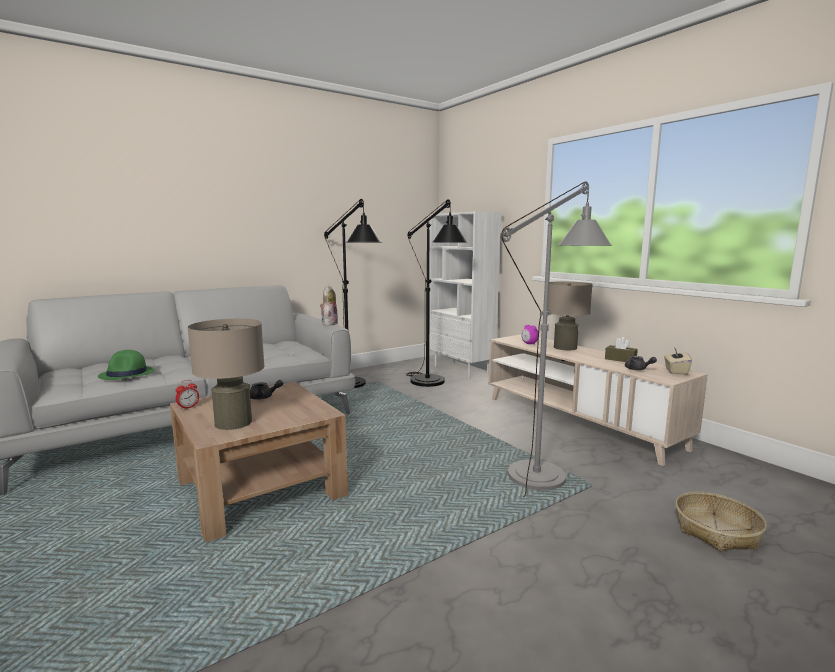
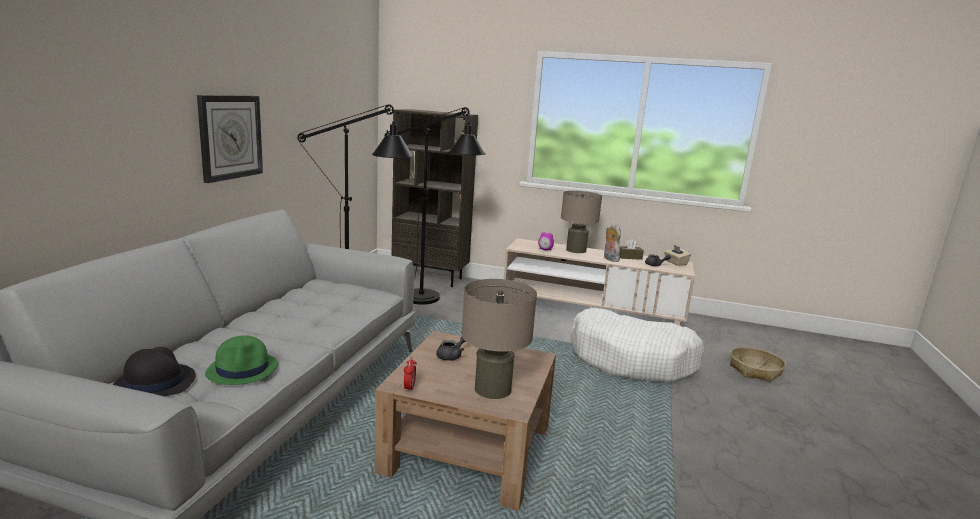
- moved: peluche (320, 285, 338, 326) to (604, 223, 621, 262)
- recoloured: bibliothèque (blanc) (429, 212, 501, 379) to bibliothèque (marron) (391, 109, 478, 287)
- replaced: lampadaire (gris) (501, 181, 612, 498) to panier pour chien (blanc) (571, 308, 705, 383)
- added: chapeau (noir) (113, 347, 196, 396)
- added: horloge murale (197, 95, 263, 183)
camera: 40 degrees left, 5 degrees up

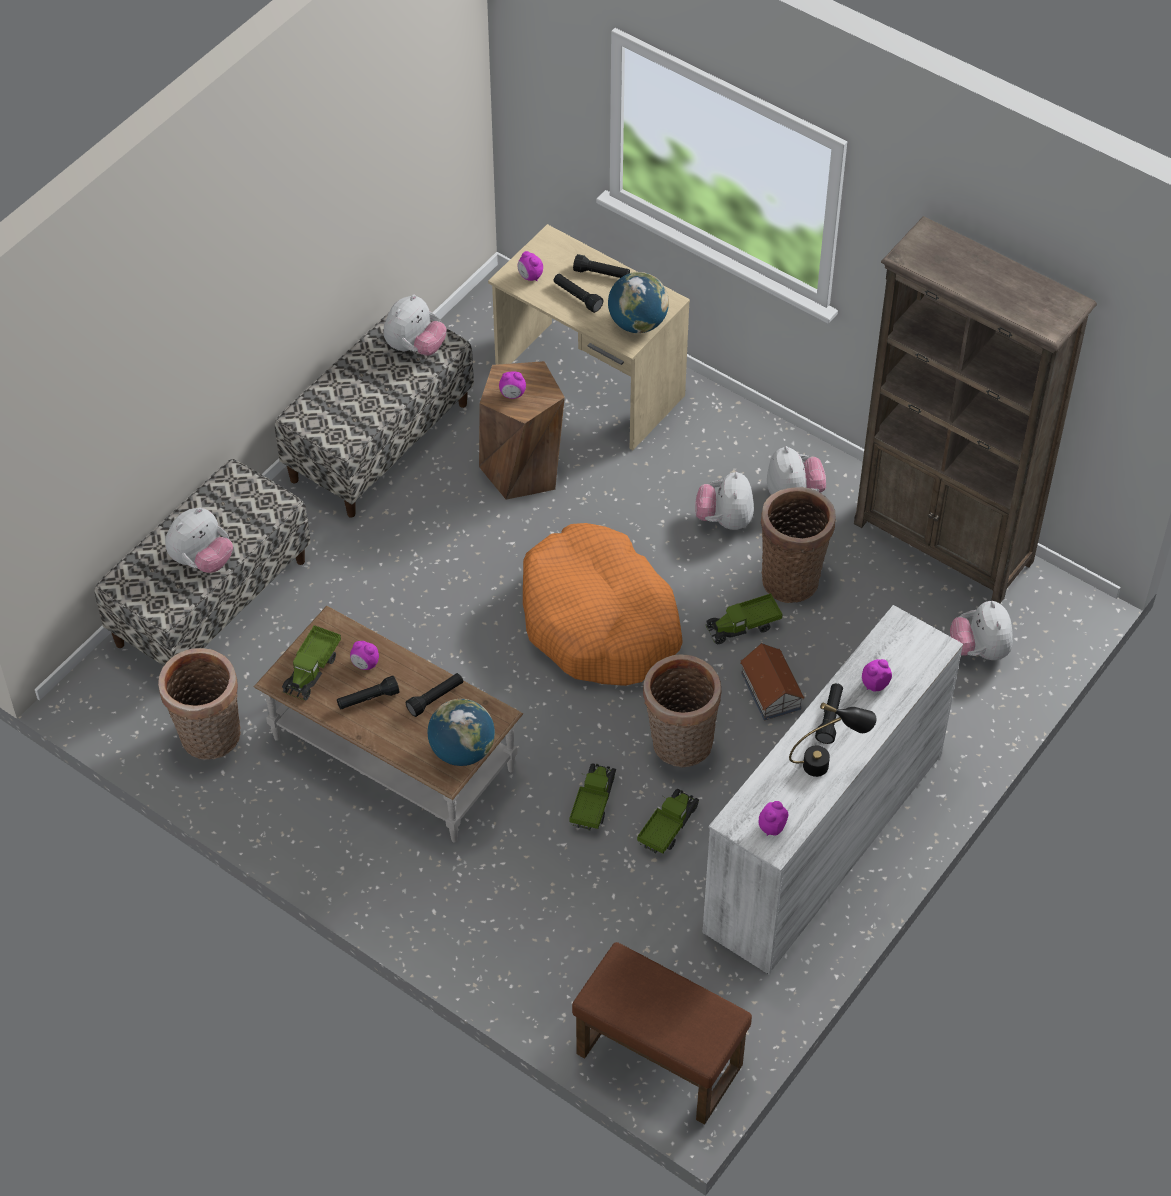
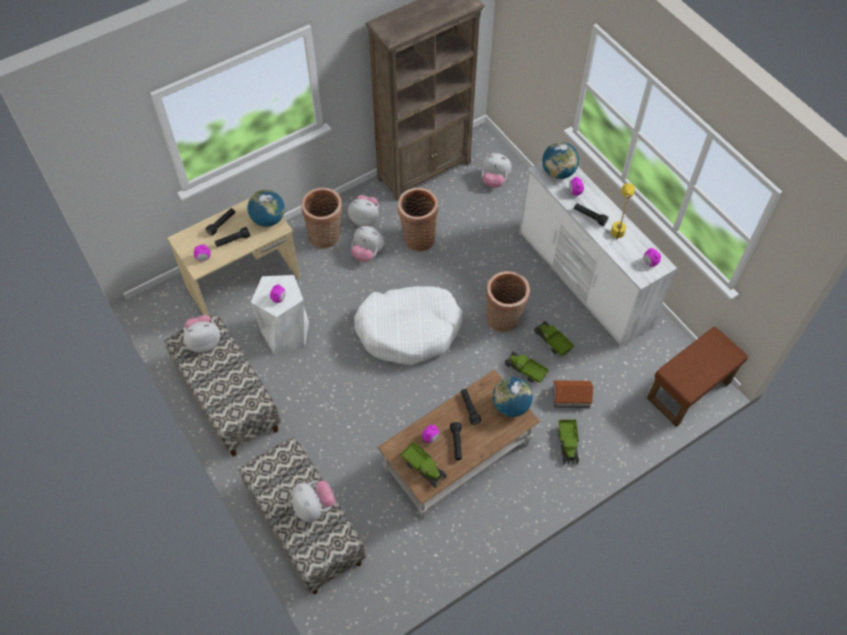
- moved: panier (158, 648, 241, 760) to (301, 188, 342, 249)
- turned: peluche (384, 294, 447, 356) = (183, 315, 220, 353) 75 degrees counterclockwise
- recoloured: tabouret (marron) (479, 361, 565, 500) to tabouret (blanc) (251, 275, 309, 354)
- recoloured: panier pour chien (orange) (523, 523, 682, 686) to panier pour chien (blanc) (354, 286, 462, 365)
- moved: camion jouet (705, 593, 783, 644) to (558, 419, 581, 464)
- moved: maison miniature (740, 643, 804, 721) to (553, 380, 593, 408)
- recoloured: lampe de table (noir) (789, 702, 876, 777) to lampe de table (jaune) (611, 183, 635, 239)
- added: globe (542, 142, 579, 179)
camera: 70 degrees left, 5 degrees up

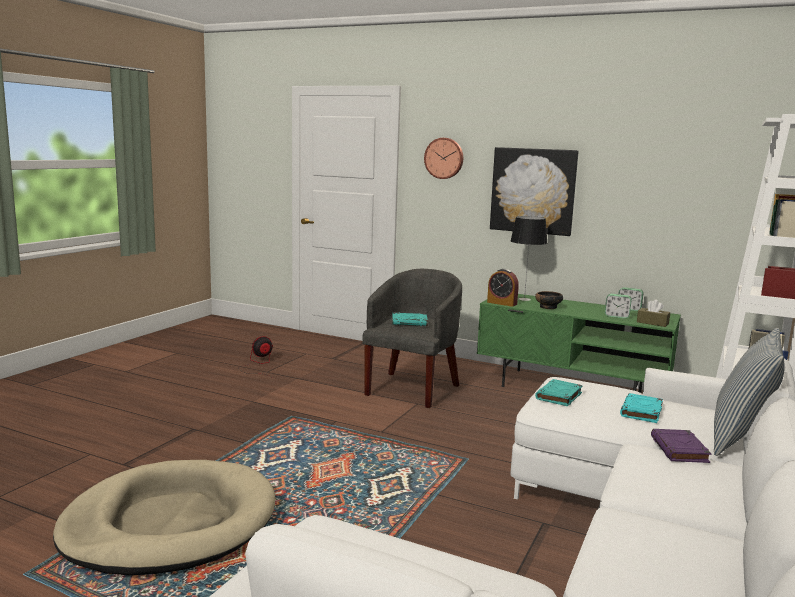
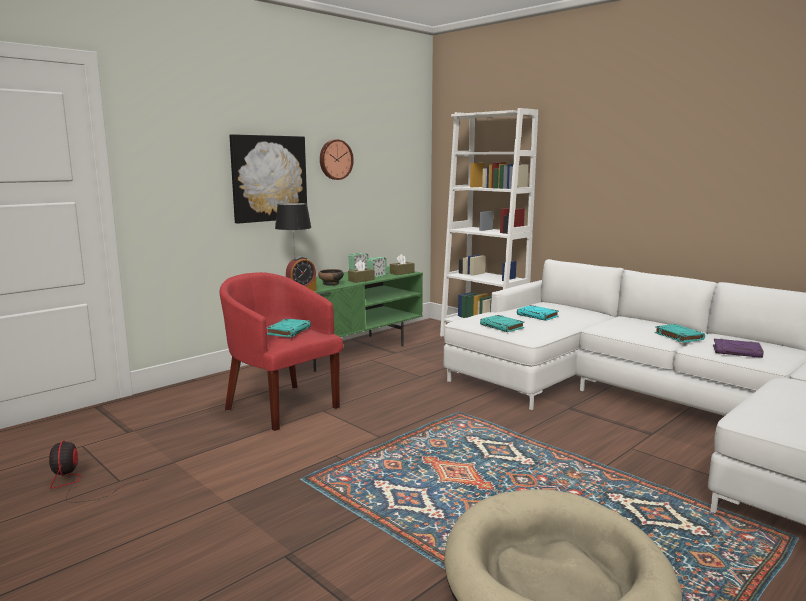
- recoloured: fauteuil (gris) (362, 269, 462, 408) to fauteuil (rouge) (220, 272, 343, 431)
- moved: horloge murale (424, 138, 463, 179) to (320, 139, 354, 180)
- moved: livre (violet) (651, 429, 711, 463) to (713, 338, 764, 358)
- removed: coussin (714, 328, 785, 456)
- added: boîte à mouchoirs (marron) (348, 260, 374, 283)
- added: livre (turquoise) (655, 324, 705, 343)
camera: 70 degrees left, 0 degrees up

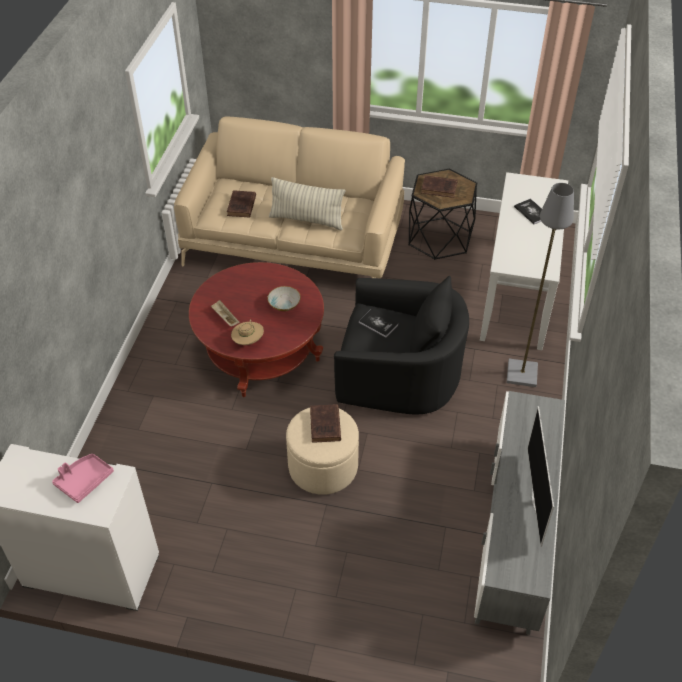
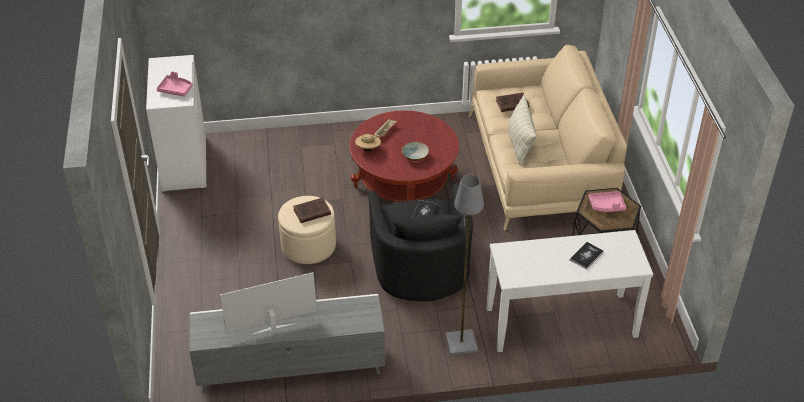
- replaced: livre (marron) (421, 175, 458, 198) to plateau (rose) (589, 191, 626, 212)
camera: 70 degrees right, 5 degrees down

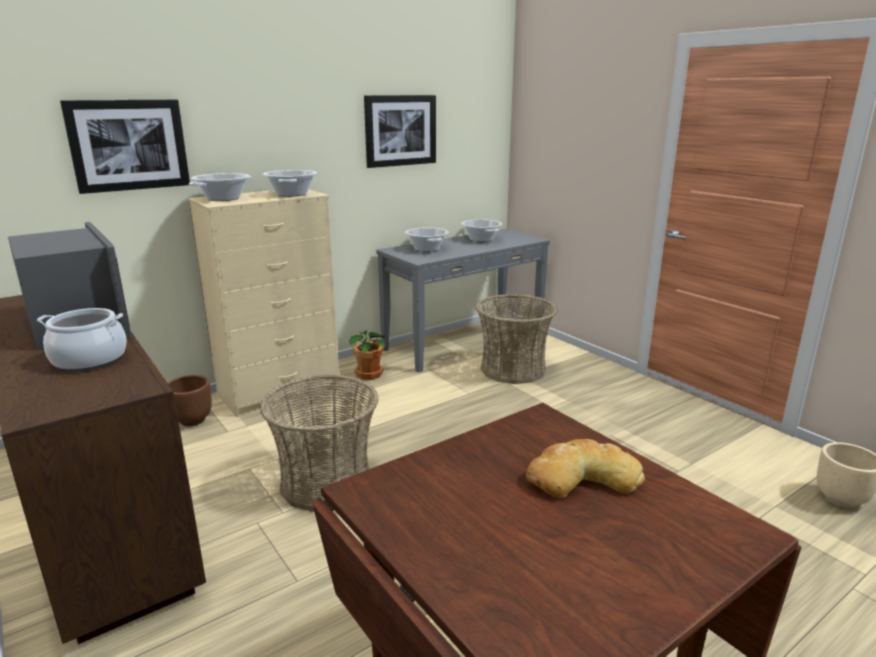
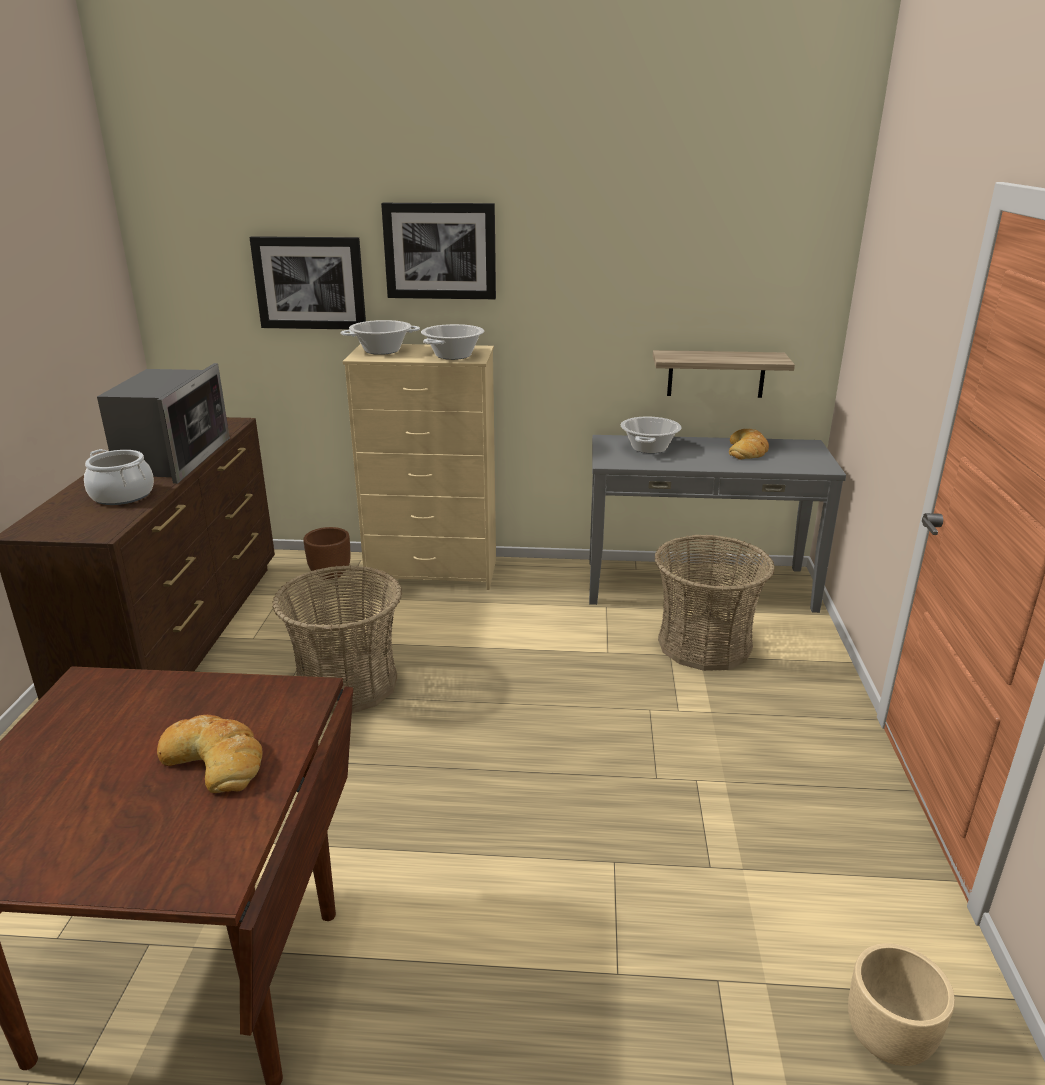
- removed: plante en pot (349, 330, 385, 380)
- moved: tableau (364, 95, 436, 168) to (381, 203, 496, 299)
- replaced: marmite (461, 219, 503, 242) to pain (729, 429, 769, 459)
- added: étagère (653, 350, 795, 398)
camera: 40 degrees right, 5 degrees up

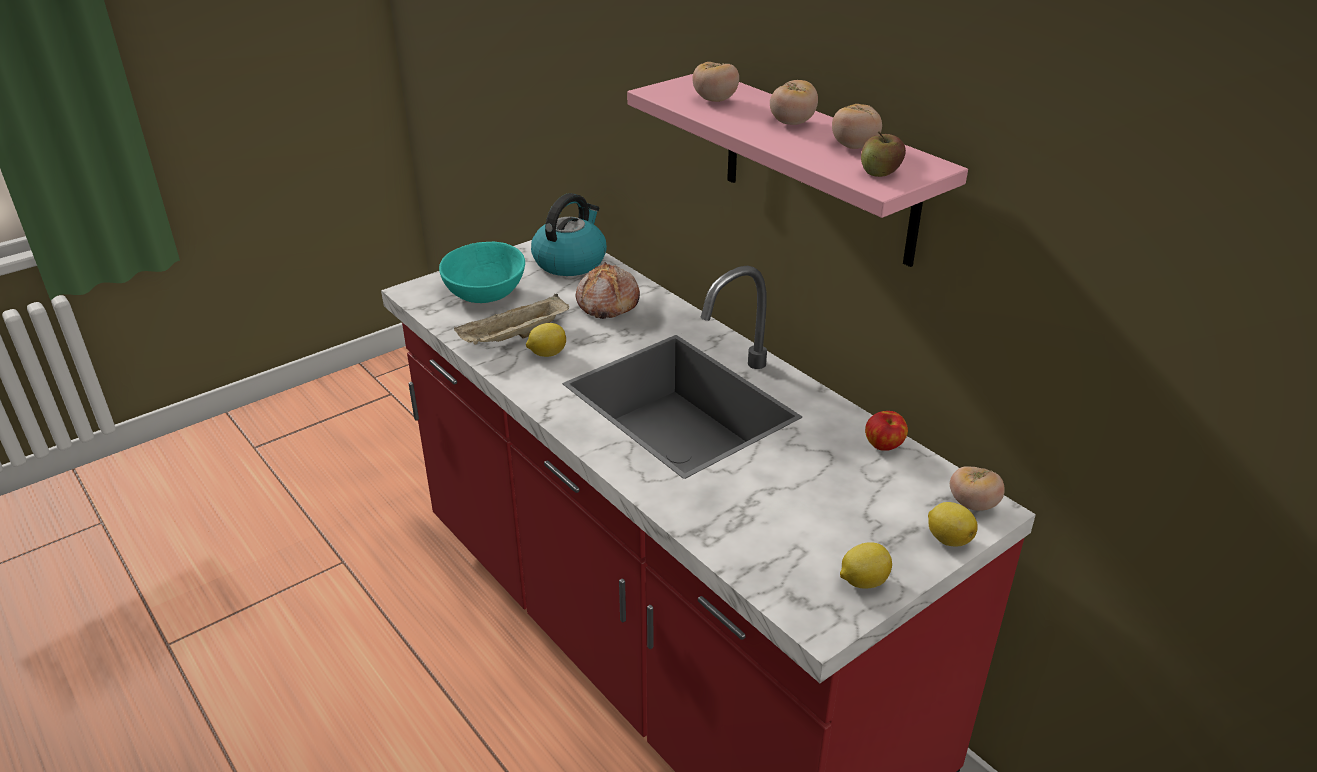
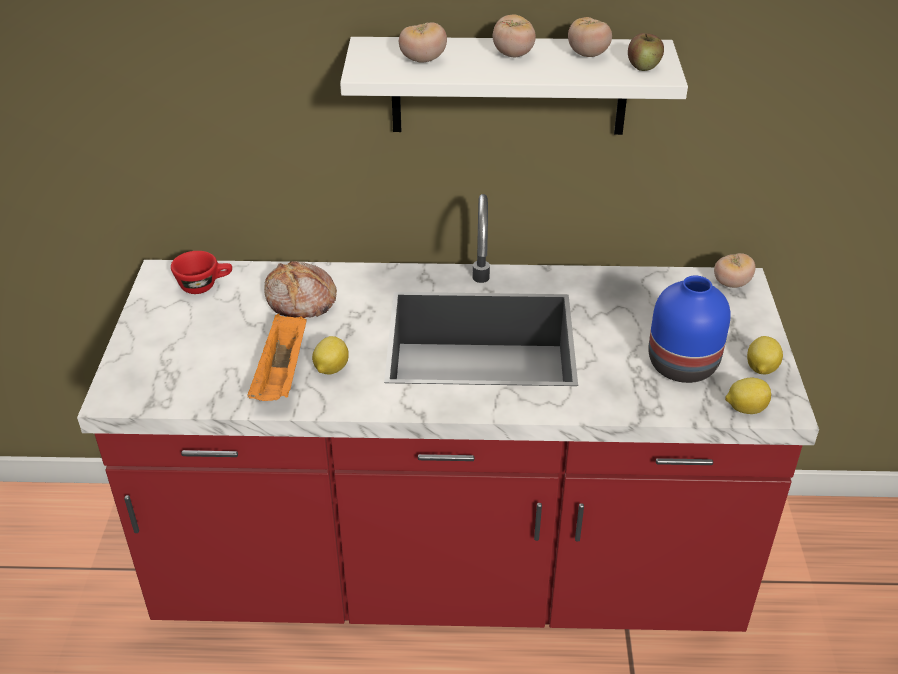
- removed: bol (turquoise) (439, 241, 525, 303)
- recoloured: plateau (beige) (454, 294, 569, 345) to plateau (orange) (247, 314, 307, 401)
- replaced: bouilloire (531, 193, 607, 276) to tasse (rouge) (171, 251, 232, 294)
- recoloured: étagère (rose) (627, 74, 968, 267) to étagère (blanc) (340, 37, 688, 135)
- removed: pomme (865, 411, 908, 451)
- moved: citron (928, 502, 978, 546) to (725, 378, 771, 414)
- added: vase (bleu) (648, 276, 731, 383)
camera: 50 degrees left, 5 degrees up

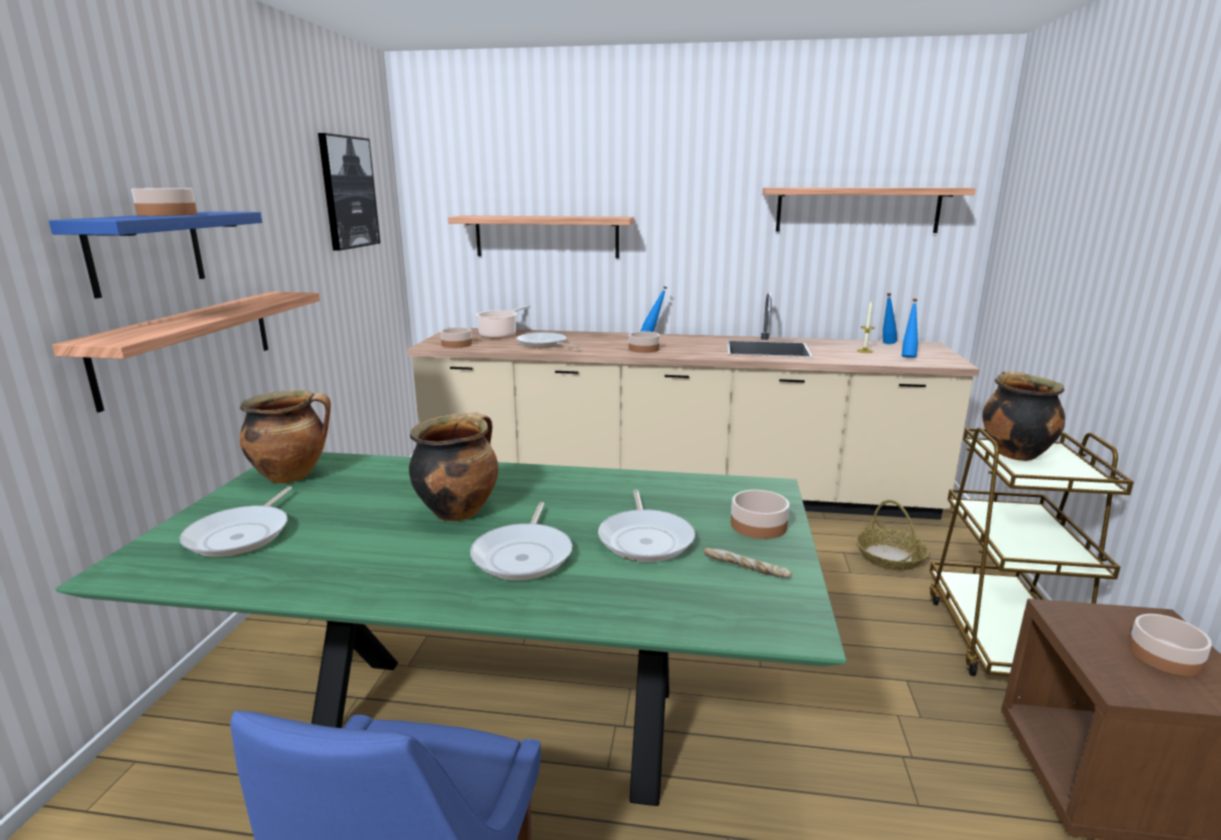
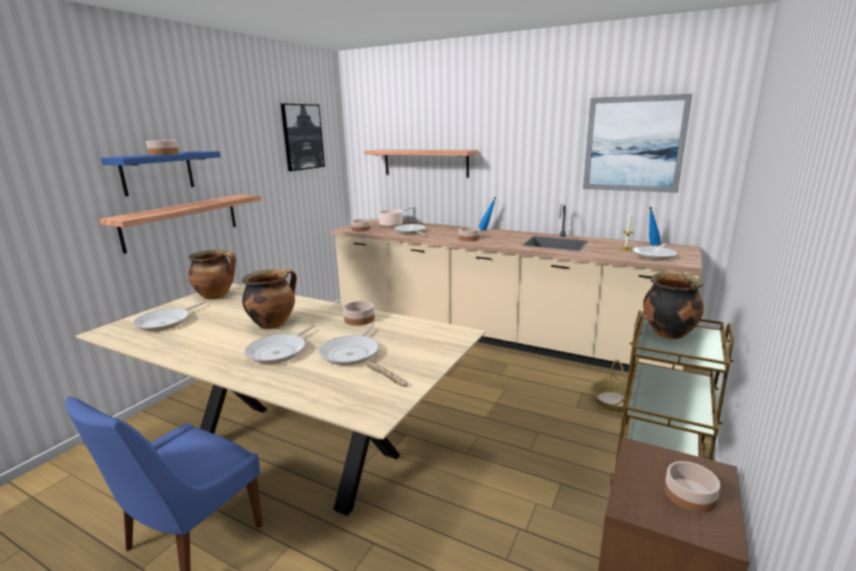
- recoloured: table à manger (vert) (56, 452, 846, 806) to table à manger (beige) (76, 283, 486, 516)
- moved: bol (731, 490, 790, 539) to (343, 301, 375, 326)
- replaced: étagère (762, 187, 976, 233) to tableau (583, 94, 692, 193)
- replaced: bouteille (bleu) (902, 299, 918, 358) to poêle (633, 243, 677, 261)
camera: 20 degrees right, 0 degrees up

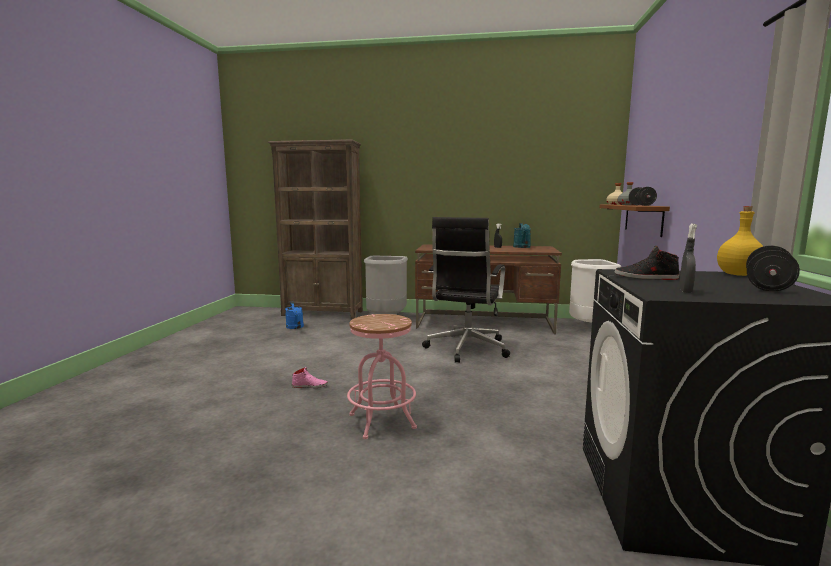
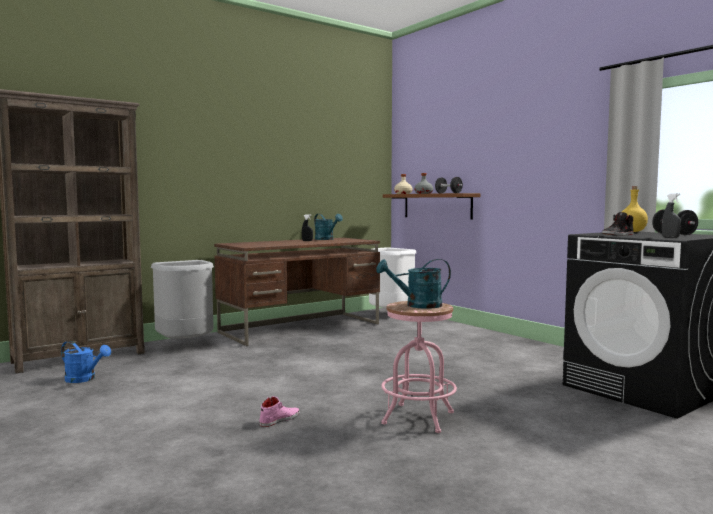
- removed: chaise de bureau (noir) (422, 217, 510, 363)
- added: arrosoir (turquoise) (376, 259, 451, 309)
camera: 45 degrees left, 5 degrees down

